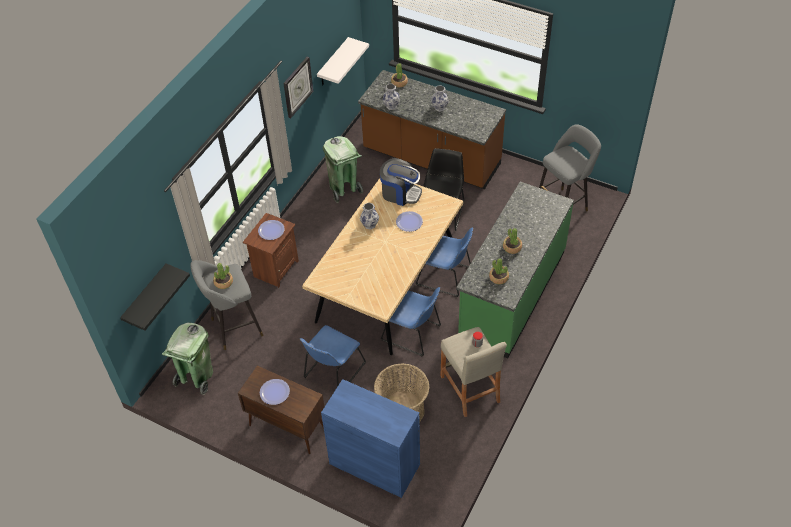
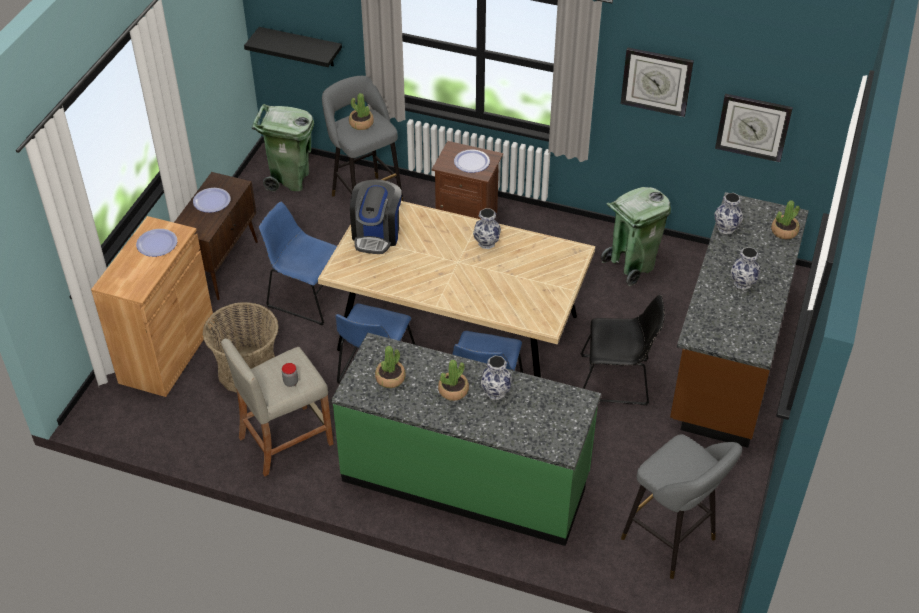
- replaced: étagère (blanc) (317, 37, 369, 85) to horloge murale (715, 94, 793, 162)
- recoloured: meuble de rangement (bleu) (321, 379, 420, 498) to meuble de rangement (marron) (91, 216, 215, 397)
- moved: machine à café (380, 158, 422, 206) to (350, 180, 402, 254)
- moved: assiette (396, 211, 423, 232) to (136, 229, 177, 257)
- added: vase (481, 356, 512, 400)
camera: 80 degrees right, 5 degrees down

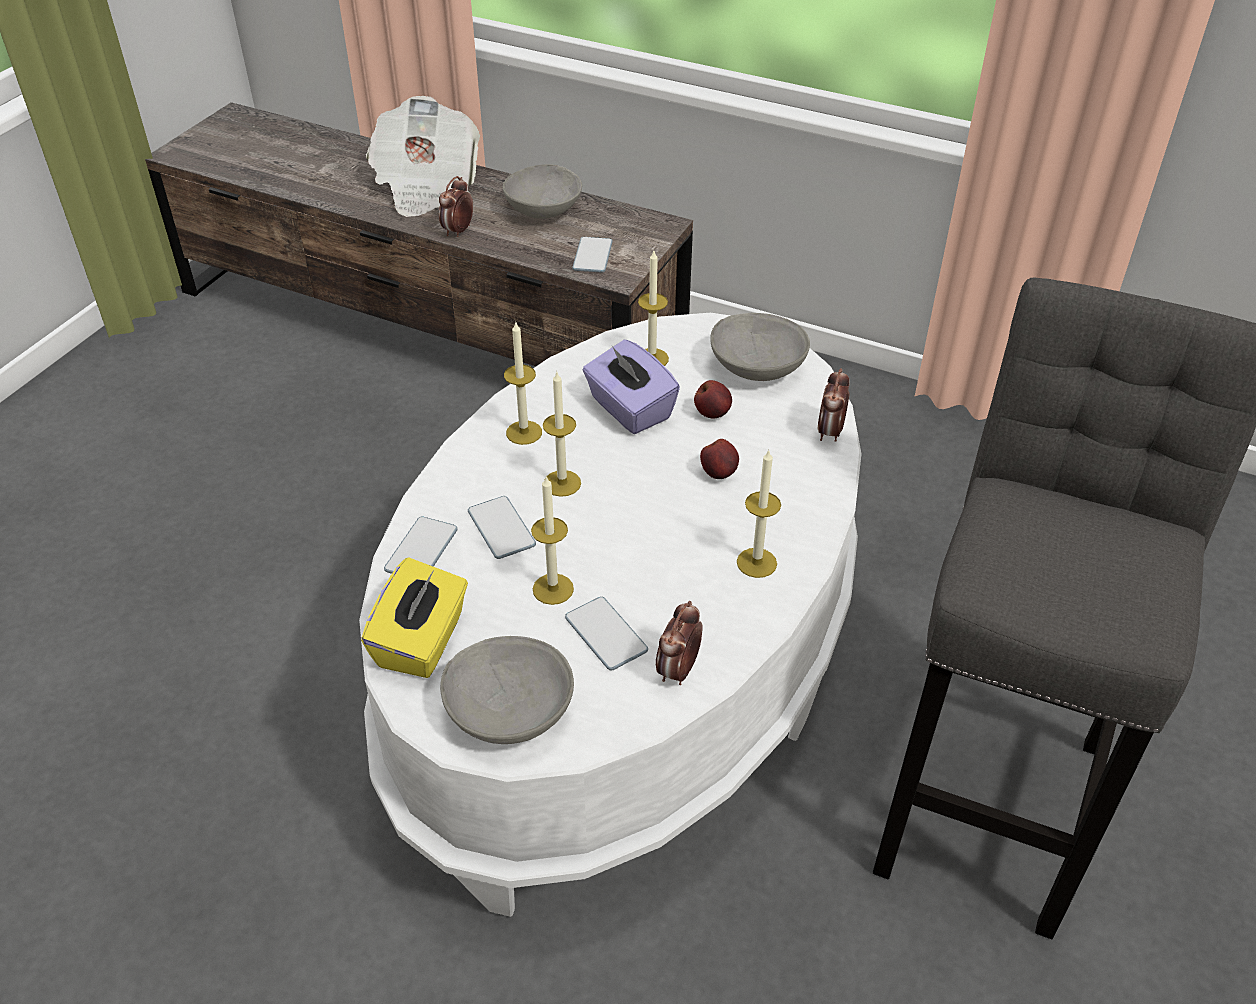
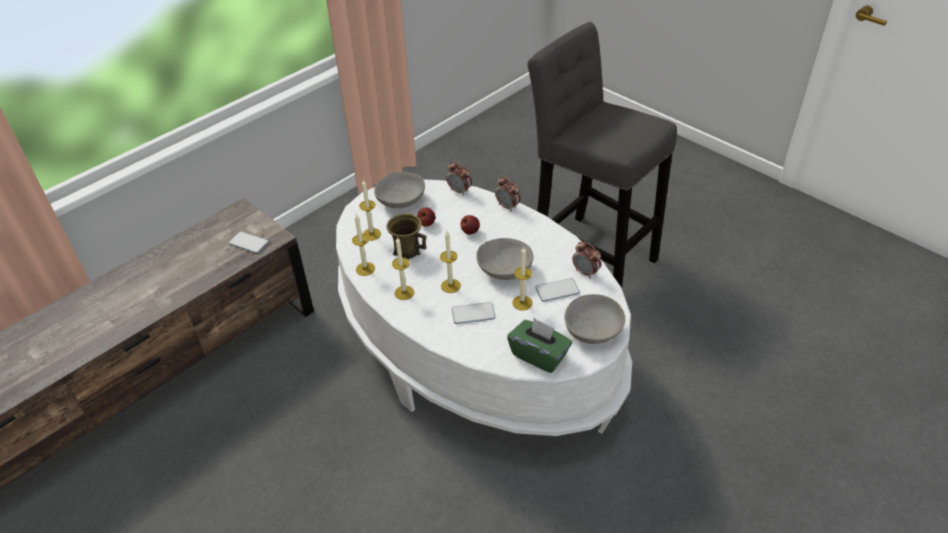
- recoloured: boîte à mouchoirs (jaune) (361, 557, 468, 678) to boîte à mouchoirs (vert) (507, 318, 572, 373)
- removed: journal (366, 96, 480, 217)
- removed: téléphone (384, 516, 458, 574)
- moved: réveil (439, 176, 473, 237) to (495, 176, 521, 212)
- moved: bol (gris) (503, 164, 582, 219) to (477, 238, 533, 280)
- replaced: boîte à mouchoirs (violet) (583, 340, 680, 434) to mug (marron) (386, 213, 427, 259)
- moved: bougie (737, 451, 781, 578) to (352, 214, 375, 276)
camera: 70 degrees left, 0 degrees up

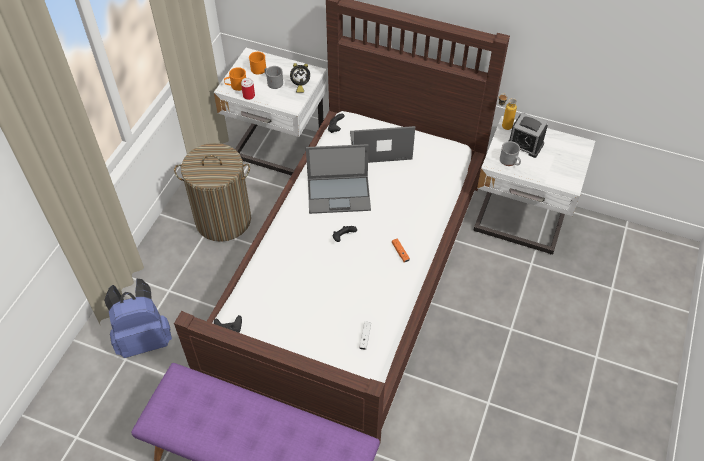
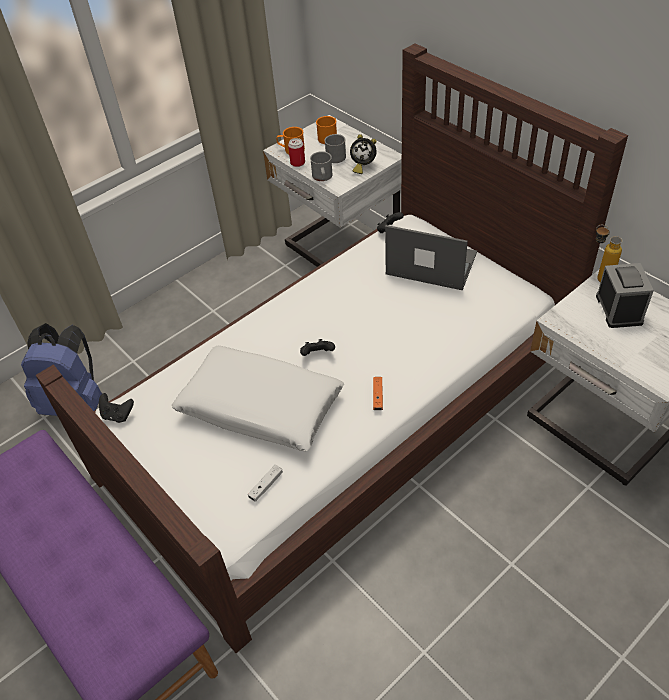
- removed: panier à linge (174, 143, 251, 242)
- removed: ordinateur portable (306, 144, 371, 214)
- moved: mug (gris) (500, 141, 521, 166) to (310, 151, 332, 181)
- turned: réveil (509, 113, 548, 158) = (596, 263, 654, 328) 150 degrees counterclockwise
- added: coussin (blanc) (172, 346, 344, 451)
camera: 30 degrees right, 5 degrees down

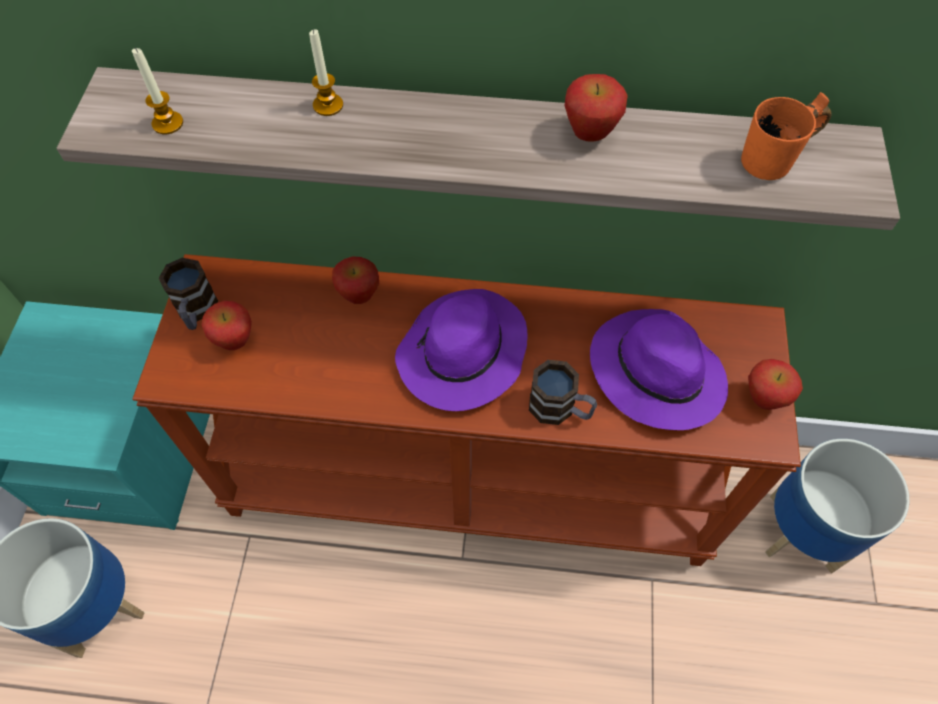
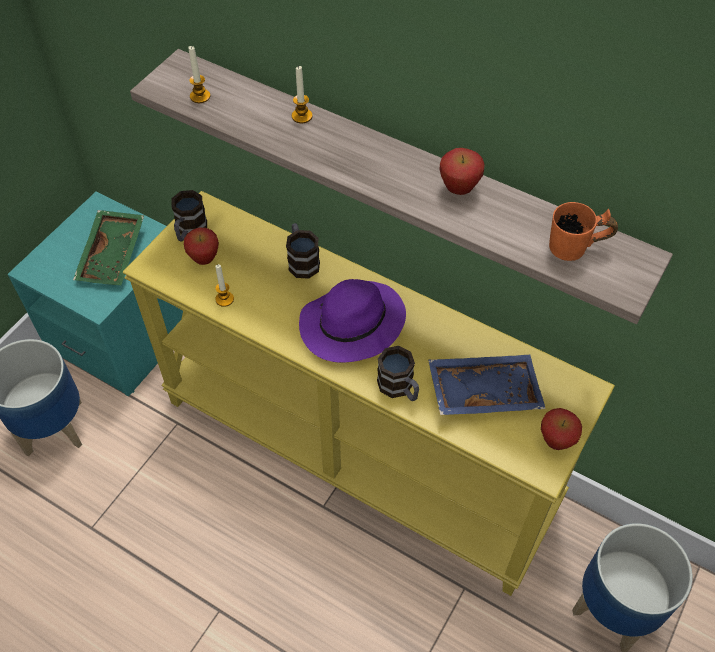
- recoloured: table console (marron) (132, 254, 801, 566) to table console (jaune) (122, 191, 615, 596)
- replaced: pomme (332, 256, 379, 304) to mug (286, 223, 320, 279)
- replaced: chapeau (violet) (590, 309, 728, 430) to plateau (bleu) (428, 355, 546, 415)
- added: plateau (vert) (73, 210, 144, 285)
- added: bougie (215, 264, 234, 307)
camera: 25 degrees right, 5 degrees down

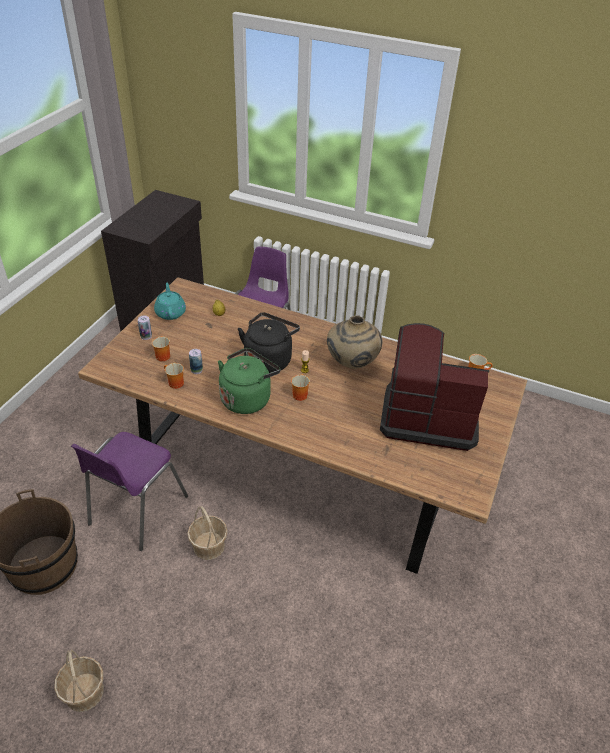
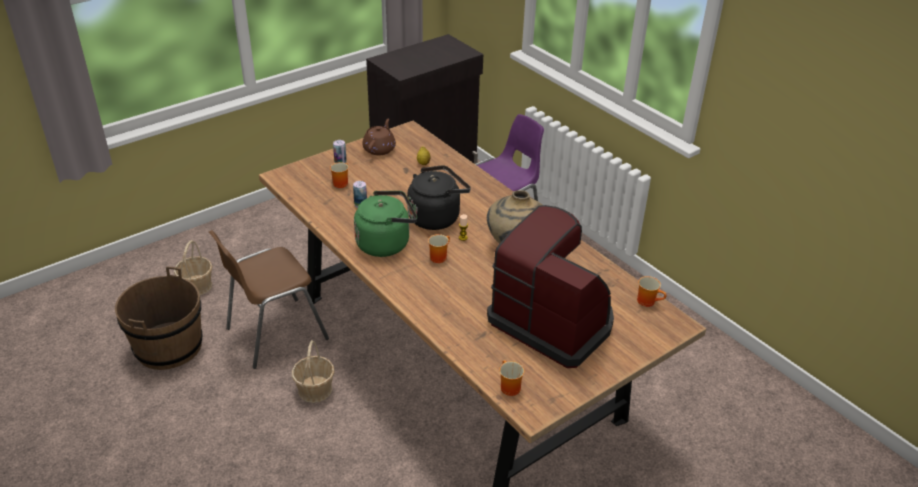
- moved: panier (54, 649, 104, 712) to (174, 240, 212, 295)
- recoloured: chaise (violet) (71, 432, 188, 551) to chaise (marron) (209, 230, 329, 369)
- recoloured: théière (turquoise) (154, 283, 186, 320) to théière (marron) (362, 119, 396, 155)
- moved: mug (164, 363, 184, 389) to (499, 360, 524, 396)
camera: 30 degrees right, 5 degrees down

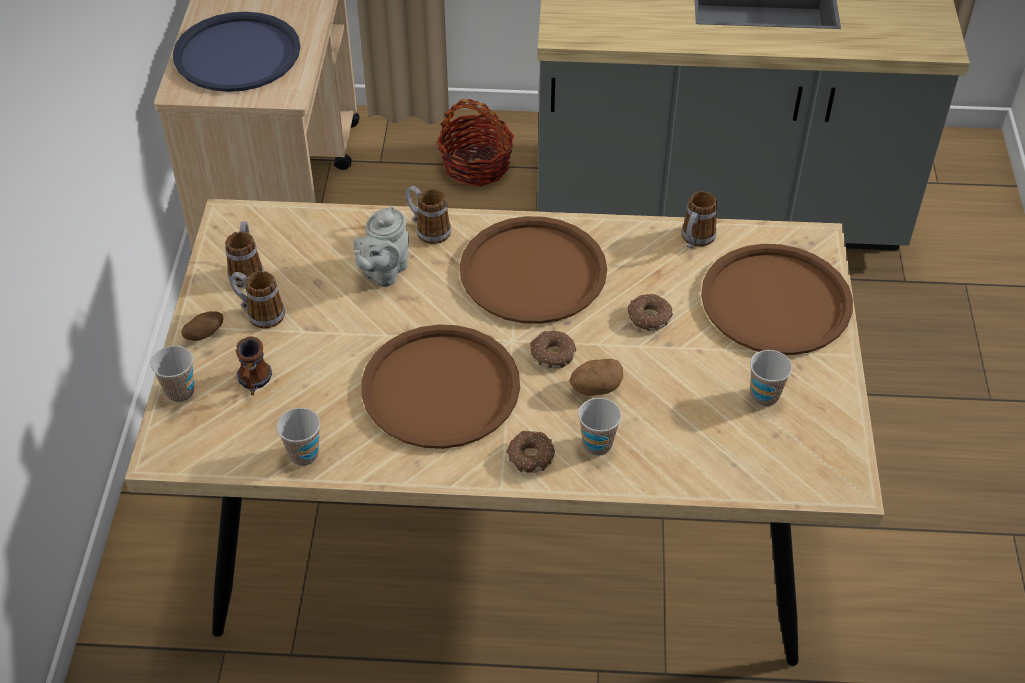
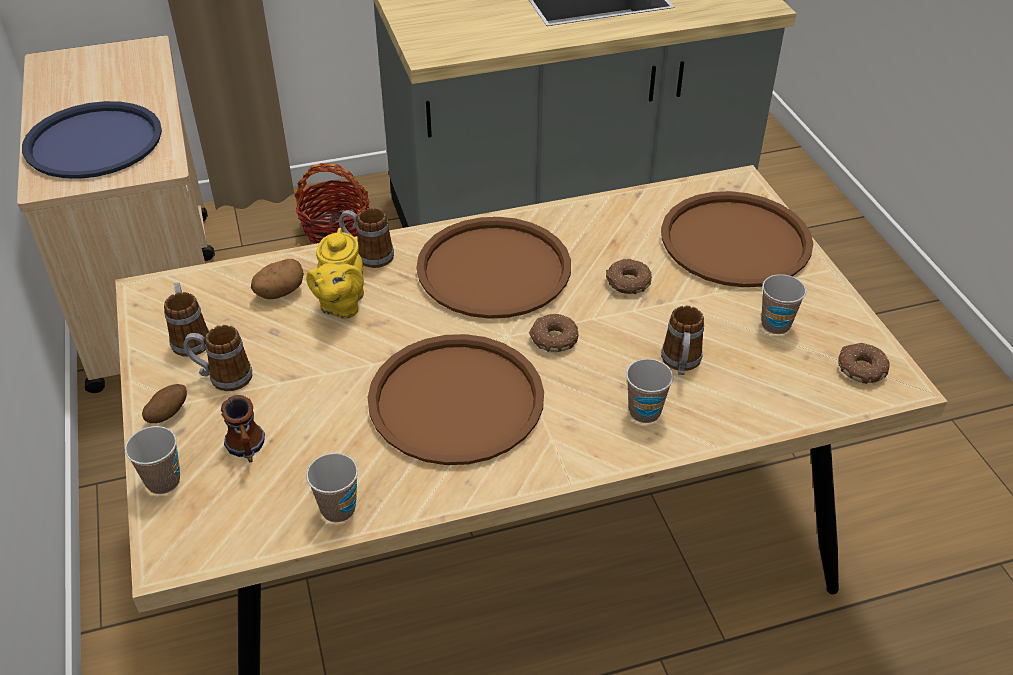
- recoloured: théière (gris) (353, 206, 409, 287) to théière (jaune) (306, 228, 364, 319)
- moved: beignet (506, 431, 555, 473) to (838, 342, 890, 384)
- moved: pomme de terre (569, 359, 623, 396) to (251, 259, 304, 299)
- moved: mug (682, 191, 717, 249) to (661, 306, 704, 375)
camera: 20 degrees left, 5 degrees down

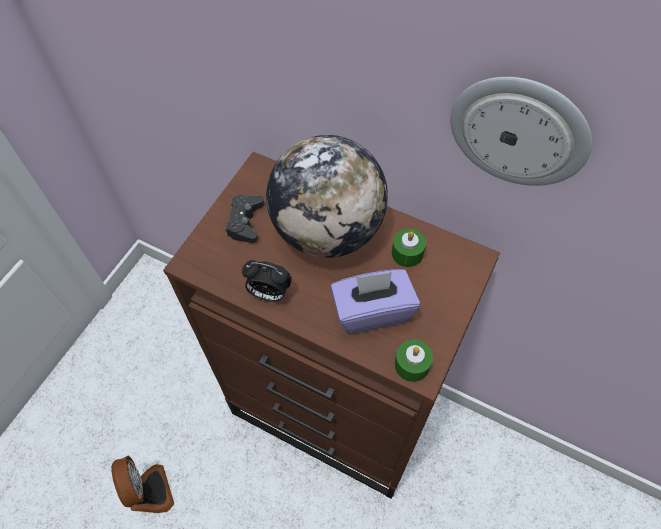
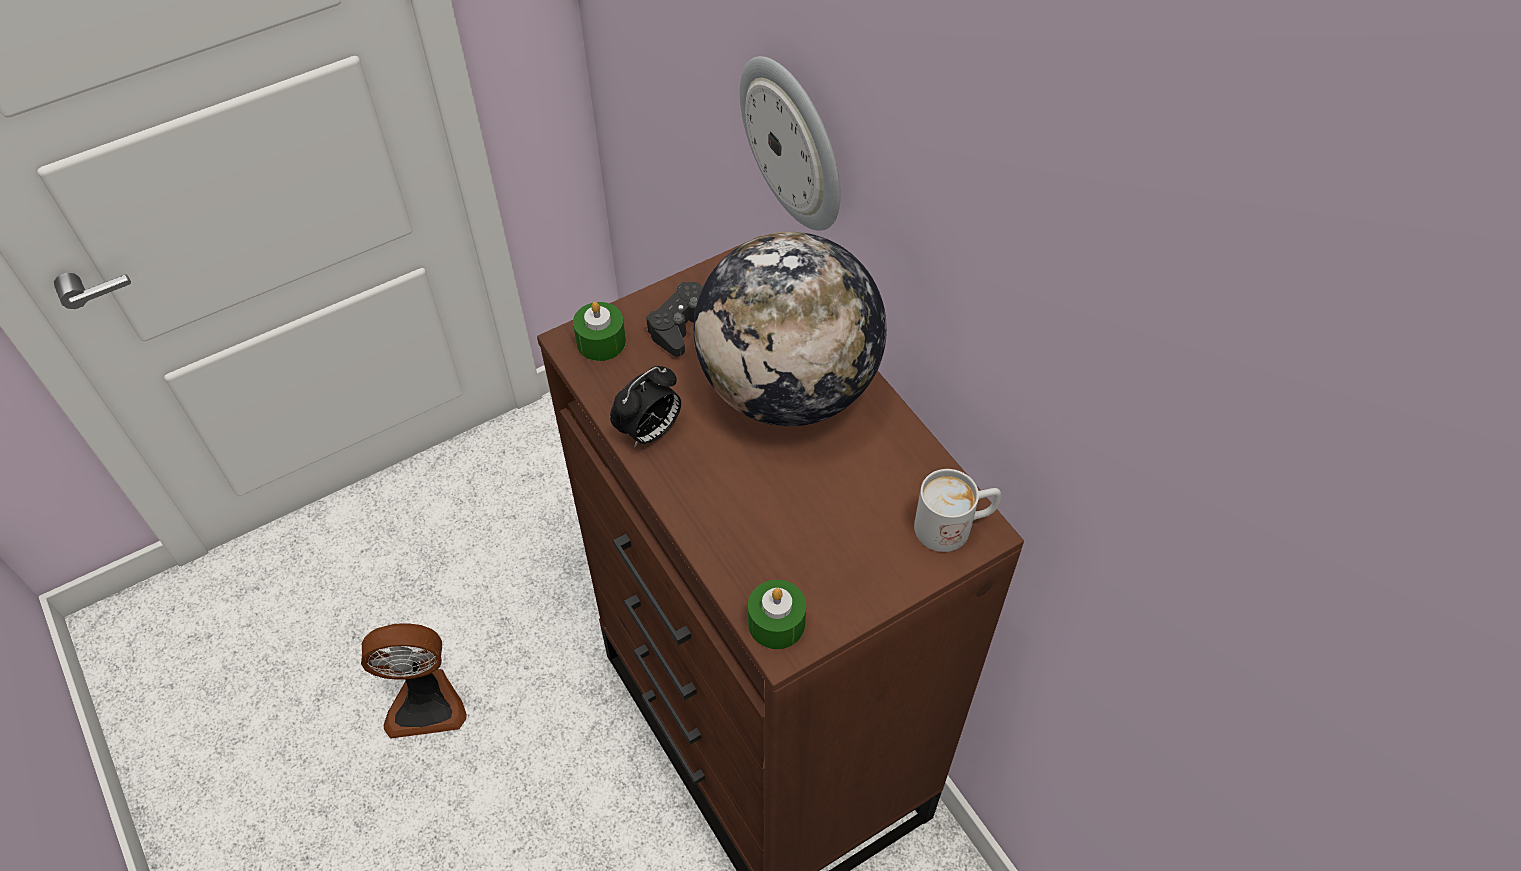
- turned: ventilateur (111, 455, 174, 513) = (361, 623, 467, 739) 75 degrees clockwise
- turned: réveil (242, 260, 292, 302) = (610, 366, 681, 448) 90 degrees counterclockwise
- removed: boîte à mouchoirs (violet) (330, 269, 420, 334)
- moved: bougie (vert) (392, 229, 426, 267) to (573, 302, 626, 361)
- moved: horloge murale (450, 77, 592, 186) to (740, 56, 841, 231)
- added: mug (blanc) (914, 469, 1001, 552)
camera: 30 degrees right, 5 degrees down

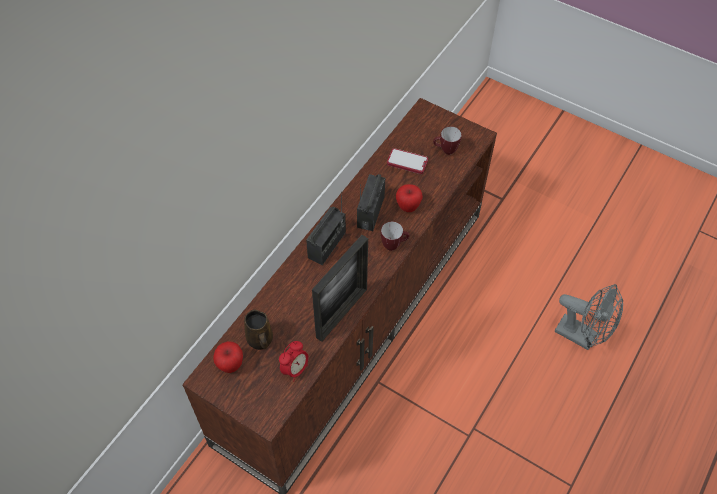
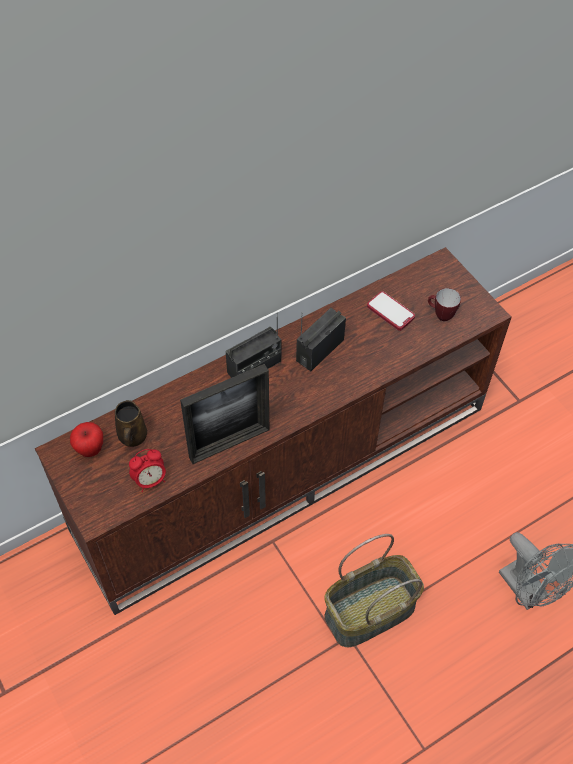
- removed: mug (381, 221, 409, 251)
- removed: pomme (396, 184, 423, 212)
- added: panier (324, 534, 424, 647)
camera: 25 degrees right, 0 degrees up

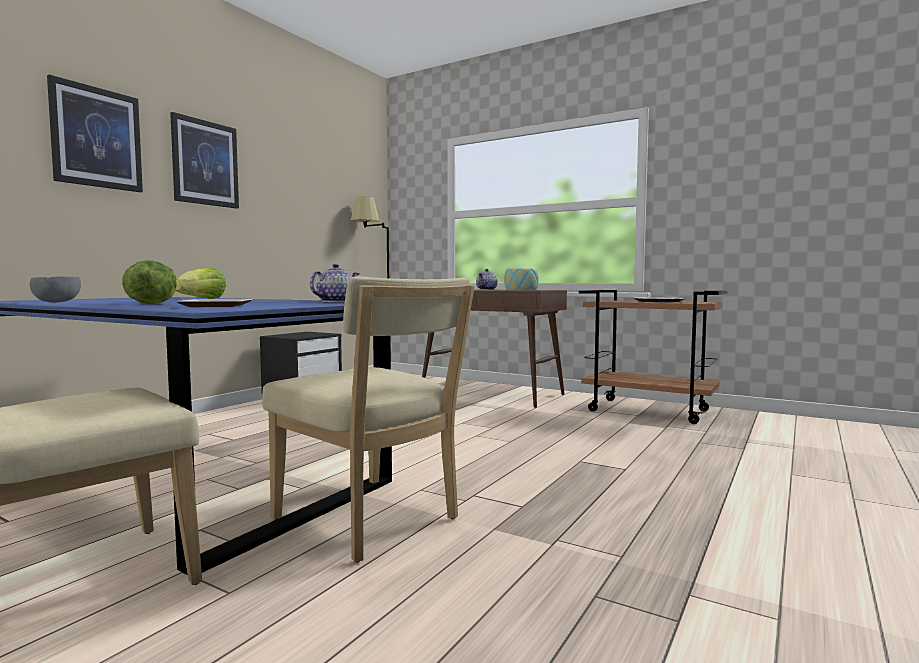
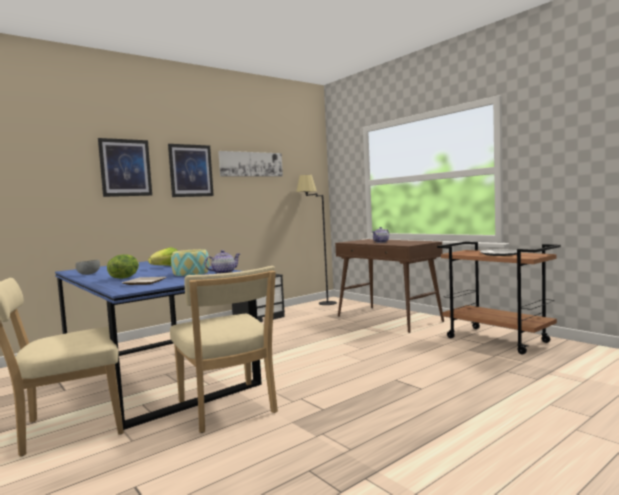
- moved: bol (504, 268, 539, 290) to (171, 249, 209, 276)
- added: tableau (218, 151, 283, 176)
camera: 20 degrees right, 0 degrees up

